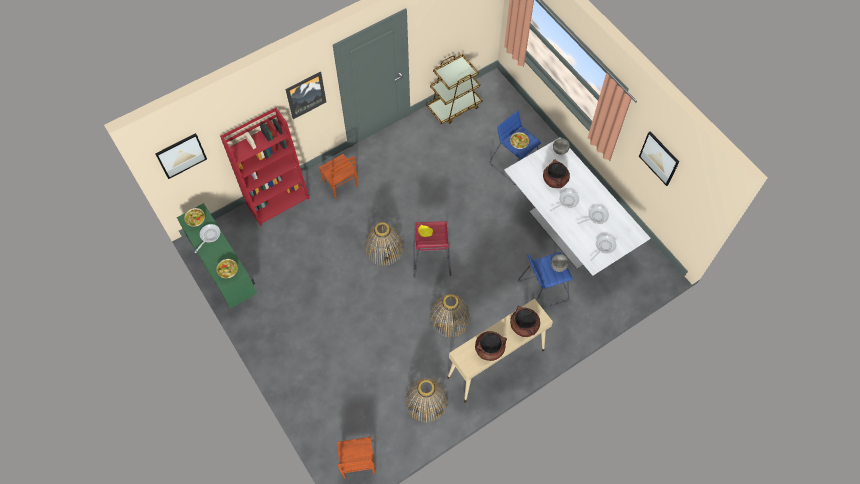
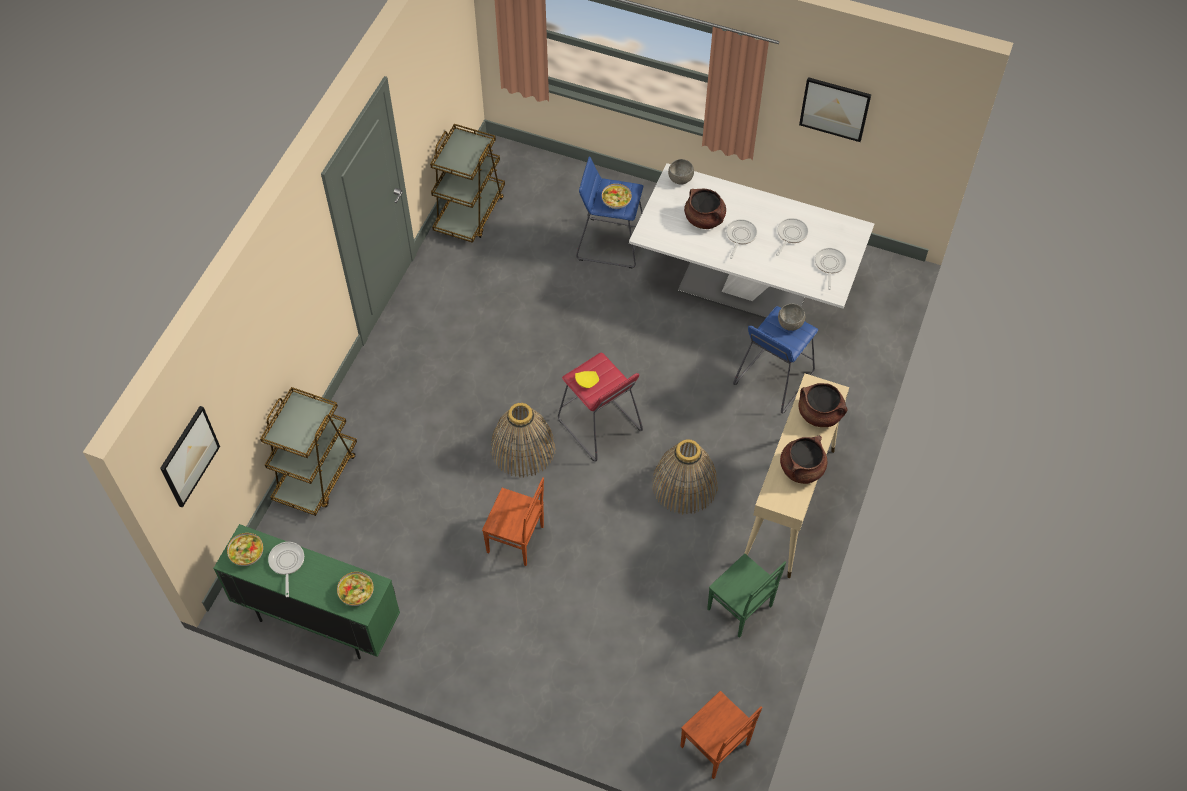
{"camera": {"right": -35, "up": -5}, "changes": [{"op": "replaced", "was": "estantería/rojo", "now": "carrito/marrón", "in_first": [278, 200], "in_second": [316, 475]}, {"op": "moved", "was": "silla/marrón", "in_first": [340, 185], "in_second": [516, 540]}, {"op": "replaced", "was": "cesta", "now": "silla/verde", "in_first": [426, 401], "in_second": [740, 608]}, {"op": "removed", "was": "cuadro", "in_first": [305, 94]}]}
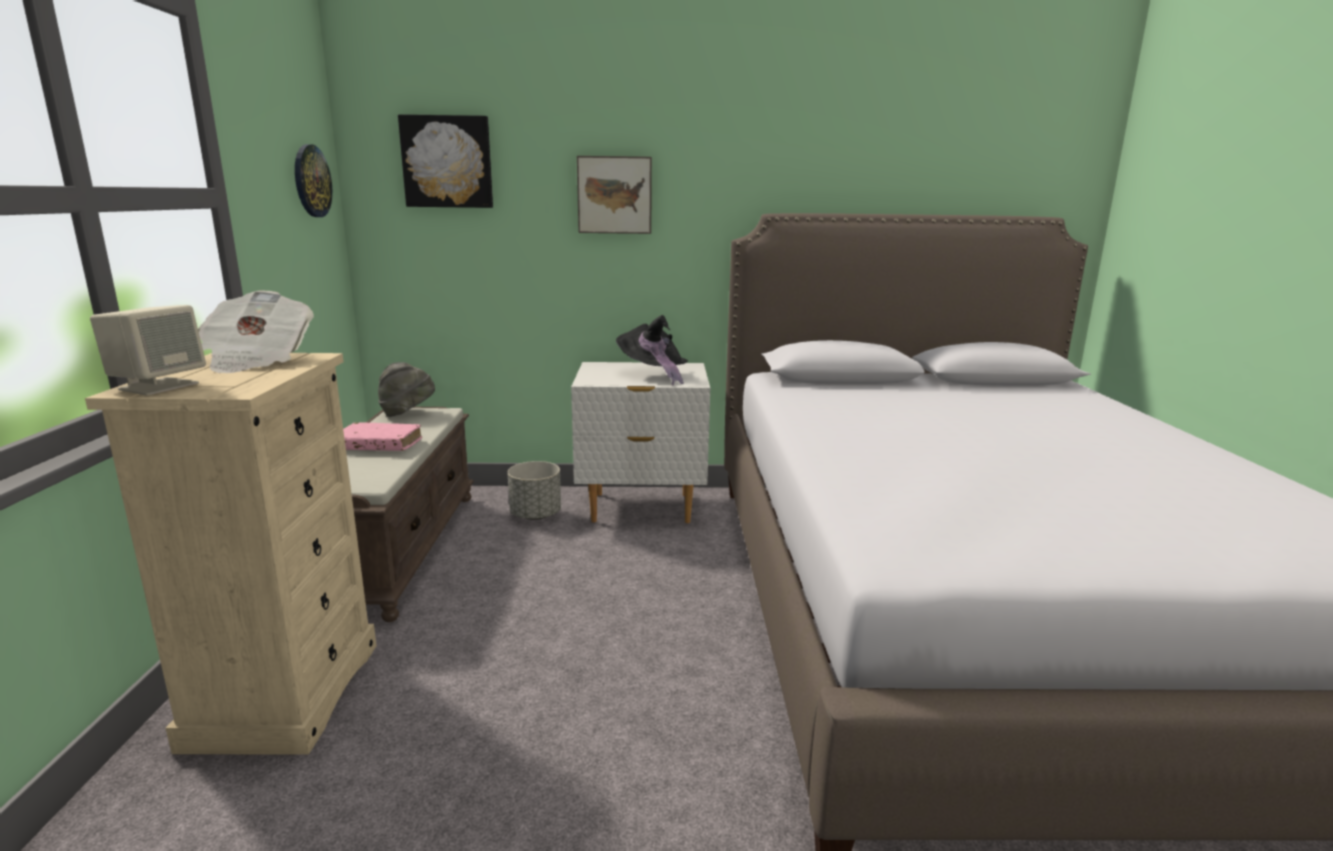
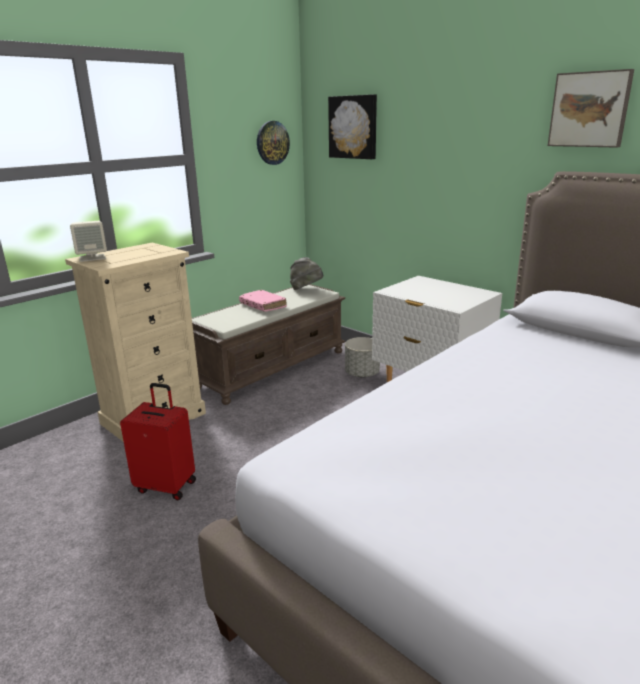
{"camera": {"right": 45, "up": 5}, "changes": [{"op": "added", "now": "maleta/rojo", "in_second": [167, 485]}, {"op": "moved", "was": "cuadro", "in_first": [615, 195], "in_second": [589, 109]}, {"op": "removed", "was": "periódico", "in_first": [257, 360]}, {"op": "removed", "was": "sombrero/negro", "in_first": [653, 374]}]}
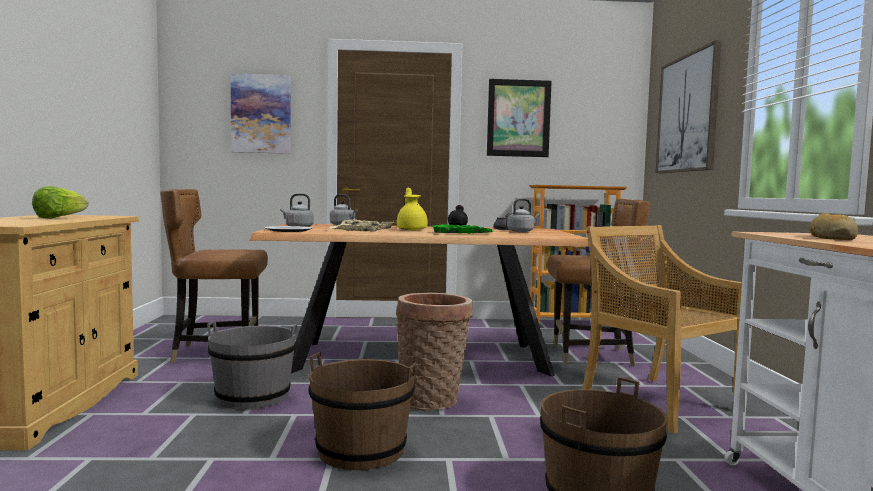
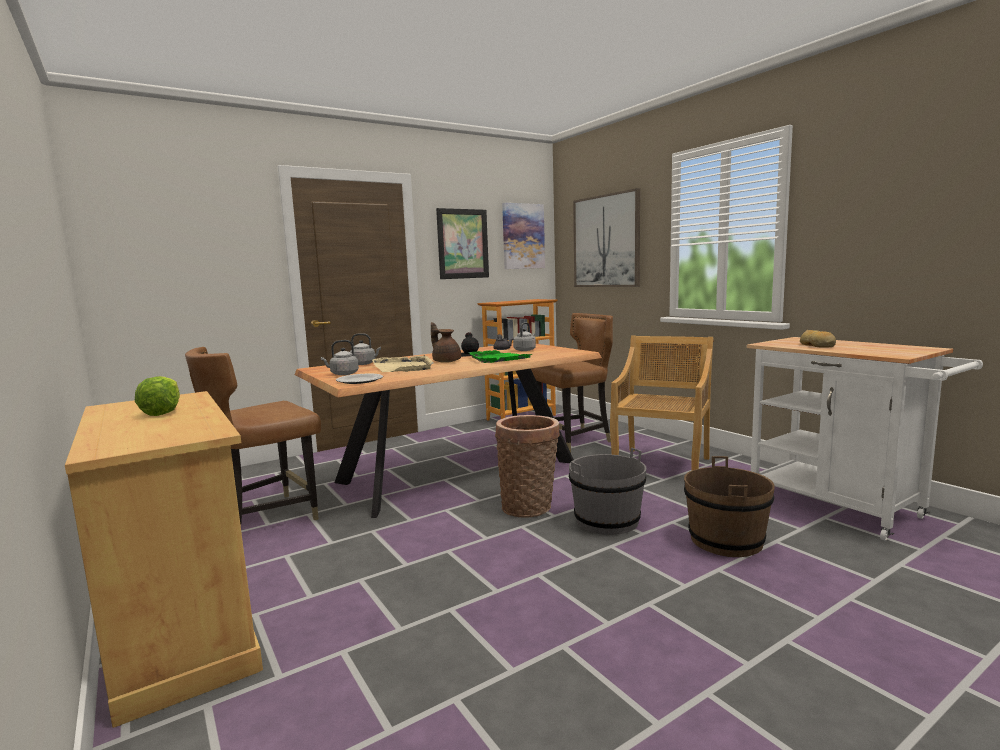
{"camera": {"right": -30, "up": 5}, "changes": [{"op": "recoloured", "was": "tetera/amarillo", "now": "tetera/marrón", "in_first": [412, 230], "in_second": [446, 361]}, {"op": "moved", "was": "cuadro", "in_first": [261, 114], "in_second": [523, 236]}, {"op": "moved", "was": "cubo/gris", "in_first": [253, 397], "in_second": [607, 520]}, {"op": "turned", "was": "silla/beis", "in_first": [658, 402], "in_second": [661, 465], "clockwise": 90}, {"op": "removed", "was": "cubo/marrón", "in_first": [361, 450]}]}
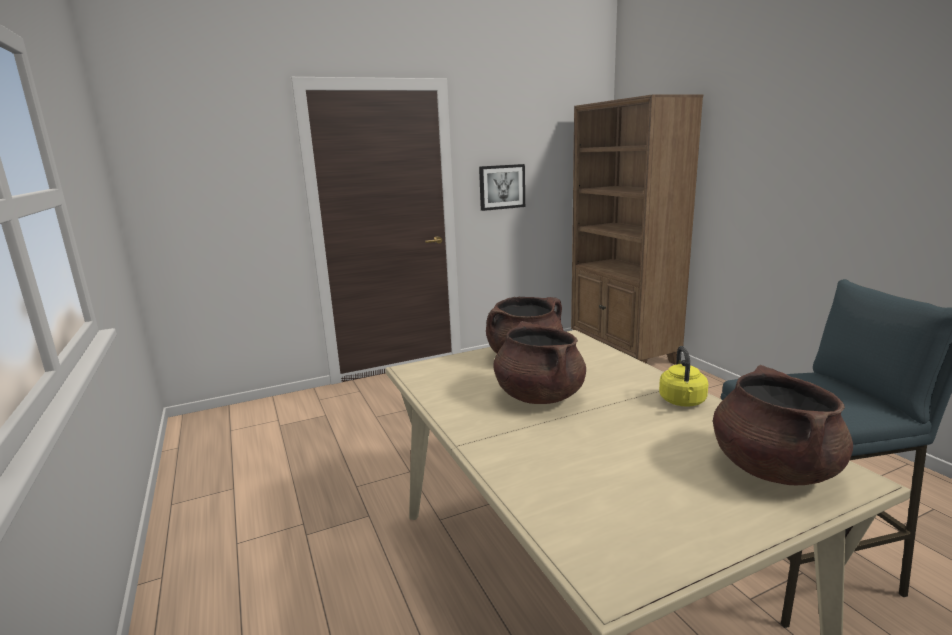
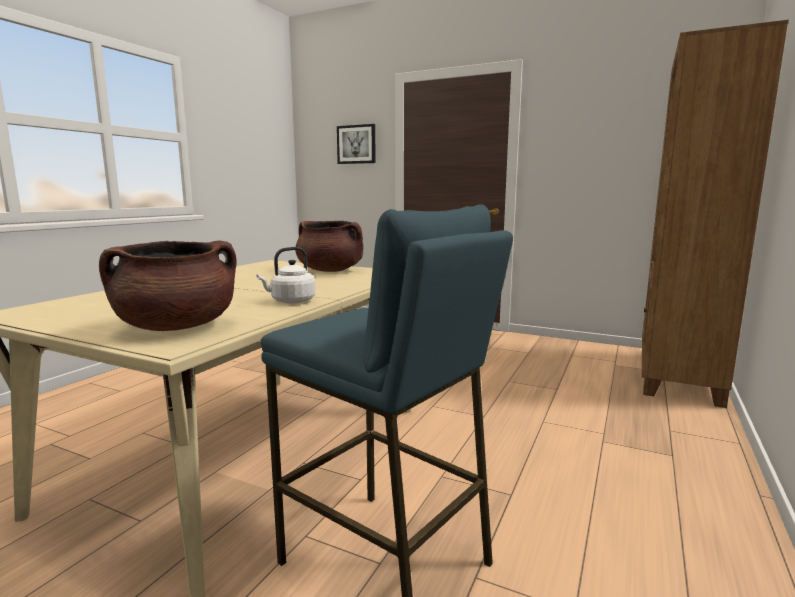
{"camera": {"right": 50, "up": -5}, "changes": [{"op": "recoloured", "was": "hervidor/amarillo", "now": "hervidor/blanco", "in_first": [682, 402], "in_second": [290, 301]}, {"op": "moved", "was": "cuadro", "in_first": [501, 187], "in_second": [356, 144]}, {"op": "removed", "was": "olla/marrón", "in_first": [538, 396]}]}
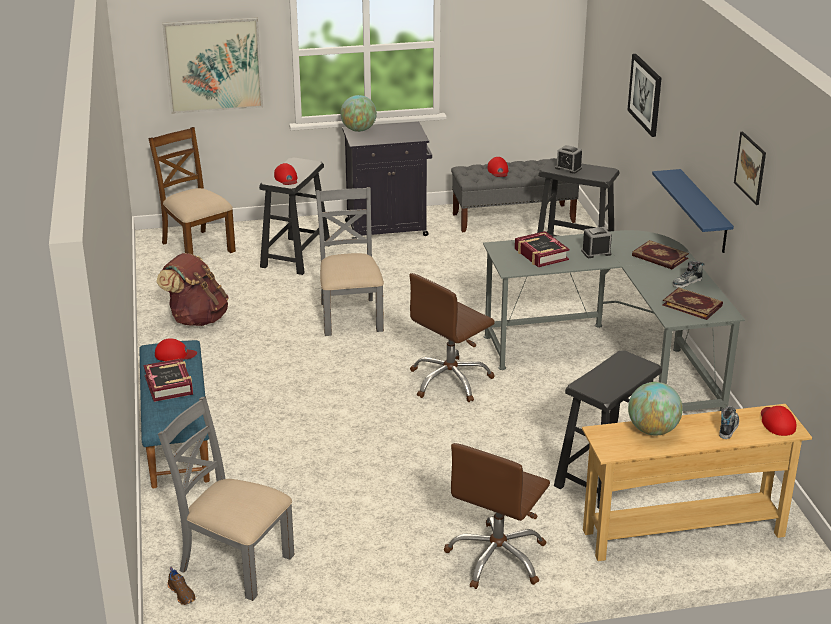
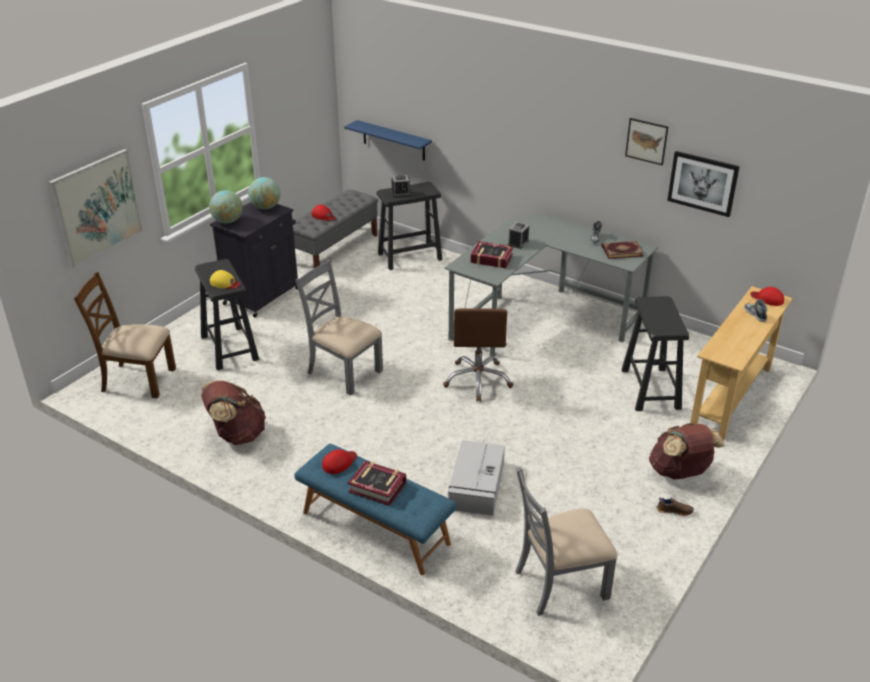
{"camera": {"right": -45, "up": 5}, "changes": [{"op": "recoloured", "was": "gorra/rojo", "now": "gorra/amarillo", "in_first": [286, 178], "in_second": [225, 283]}, {"op": "moved", "was": "globo terráqueo", "in_first": [653, 430], "in_second": [265, 207]}, {"op": "moved", "was": "estante/azul", "in_first": [704, 212], "in_second": [393, 140]}, {"op": "added", "now": "caja de almacenaje/gris", "in_second": [476, 486]}, {"op": "replaced", "was": "silla de oficina/marrón", "now": "mochila/marrón", "in_first": [497, 558], "in_second": [680, 473]}, {"op": "moved", "was": "zapato/marrón", "in_first": [182, 593], "in_second": [674, 510]}, {"op": "moved", "was": "cuadro", "in_first": [645, 94], "in_second": [703, 183]}, {"op": "removed", "was": "libro", "in_first": [659, 257]}]}
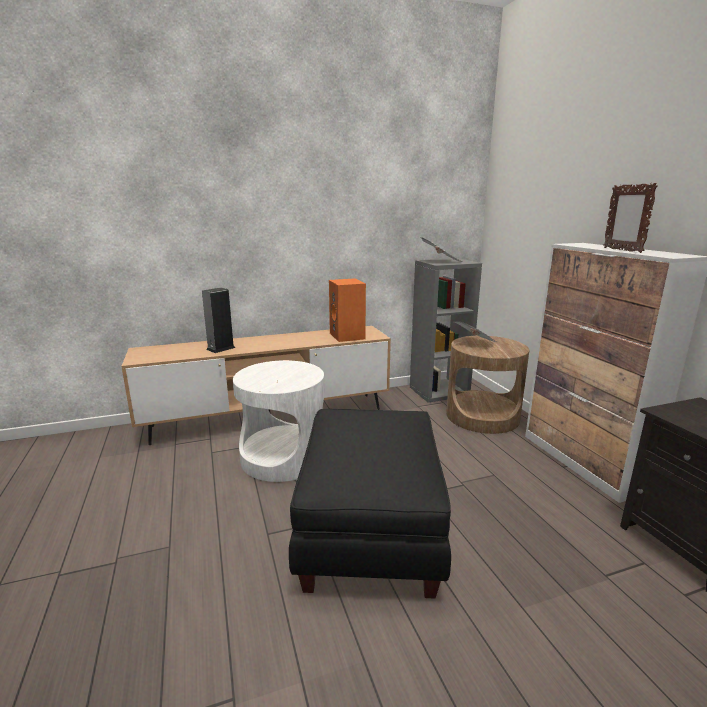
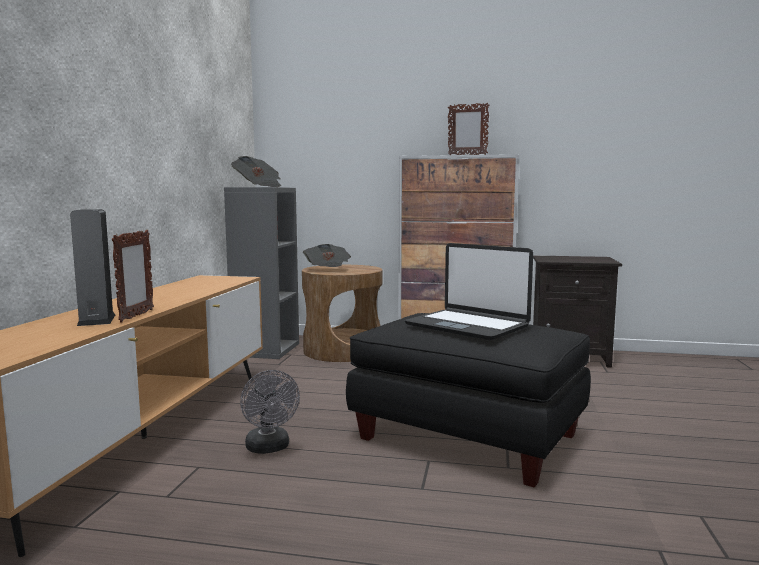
{"camera": {"right": -60, "up": -10}, "changes": [{"op": "added", "now": "portarretratos", "in_second": [136, 316]}, {"op": "replaced", "was": "mesa auxiliar/blanco", "now": "ventilador/gris", "in_first": [284, 457], "in_second": [269, 448]}, {"op": "added", "now": "portátil", "in_second": [467, 326]}, {"op": "removed", "was": "altavoz/naranja", "in_first": [348, 336]}]}
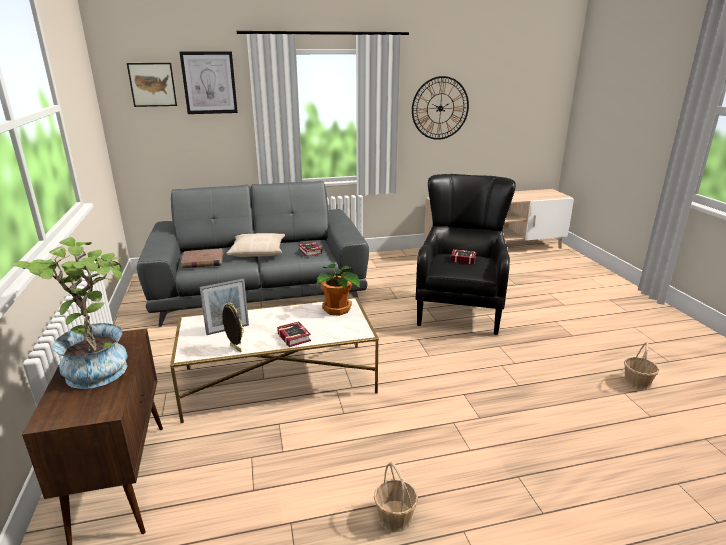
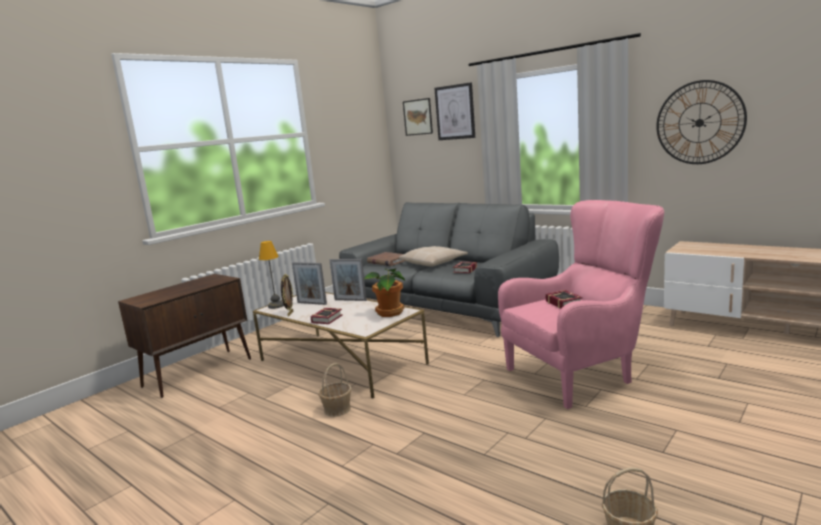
{"camera": {"right": 55, "up": -10}, "changes": [{"op": "added", "now": "lámpara de mesa", "in_second": [276, 306]}, {"op": "moved", "was": "cesta", "in_first": [395, 517], "in_second": [337, 409]}, {"op": "added", "now": "portarretratos", "in_second": [350, 300]}, {"op": "recoloured", "was": "sillón/negro", "now": "sillón/rosa", "in_first": [459, 308], "in_second": [583, 373]}, {"op": "removed", "was": "planta en maceta", "in_first": [100, 366]}]}
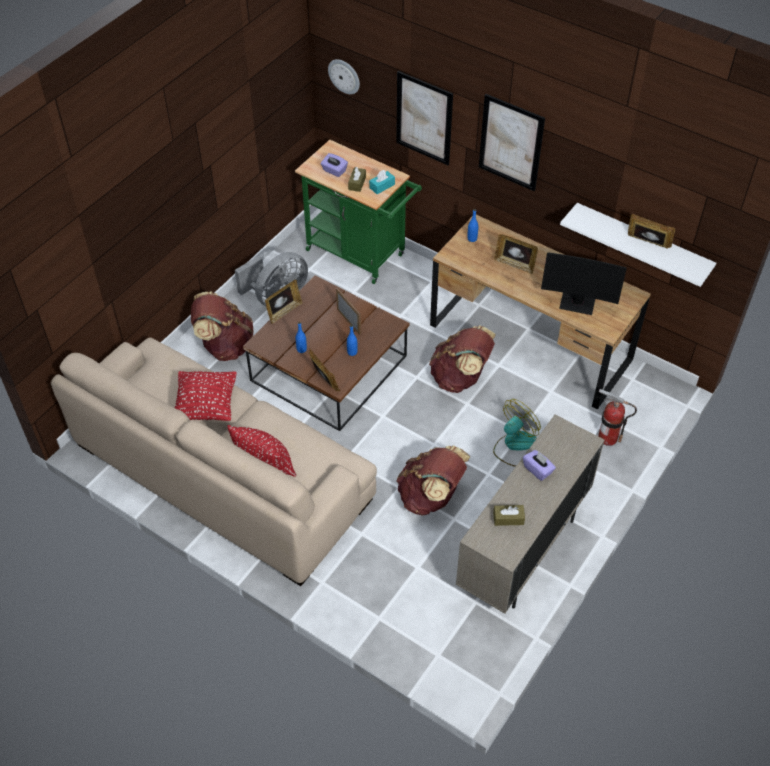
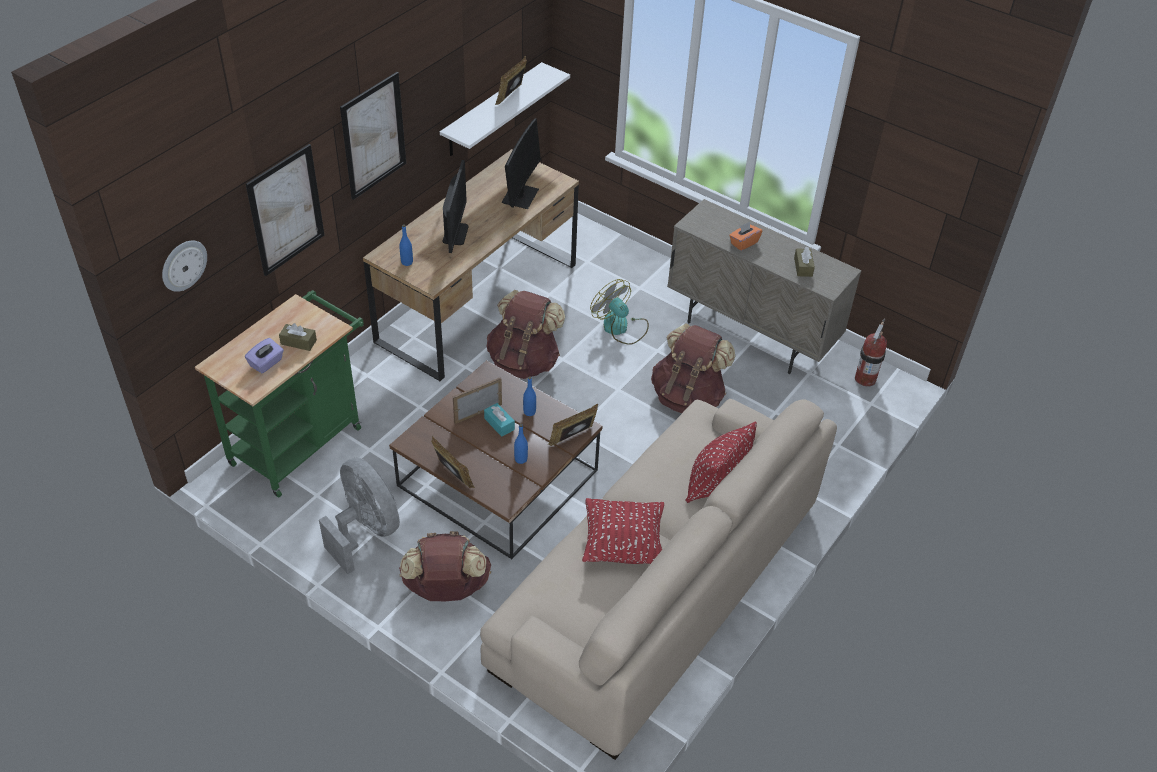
{"camera": {"right": -90, "up": -5}, "changes": [{"op": "replaced", "was": "portarretratos", "now": "monitor", "in_first": [514, 264], "in_second": [455, 234]}, {"op": "moved", "was": "caja de pañuelos/turquesa", "in_first": [382, 186], "in_second": [499, 424]}, {"op": "recoloured", "was": "caja de pañuelos/morado", "now": "caja de pañuelos/naranja", "in_first": [538, 470], "in_second": [744, 243]}, {"op": "moved", "was": "extintor", "in_first": [607, 437], "in_second": [865, 378]}]}
